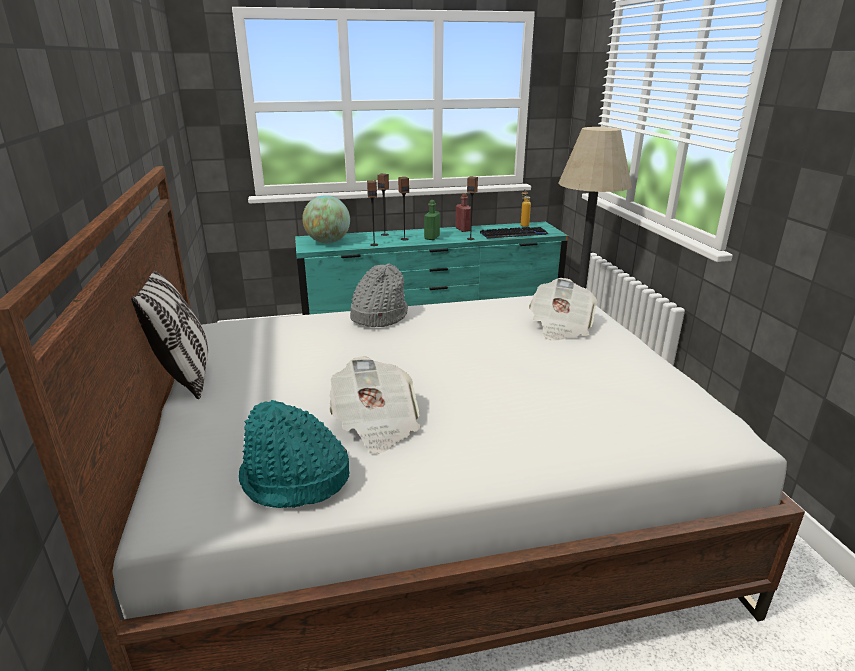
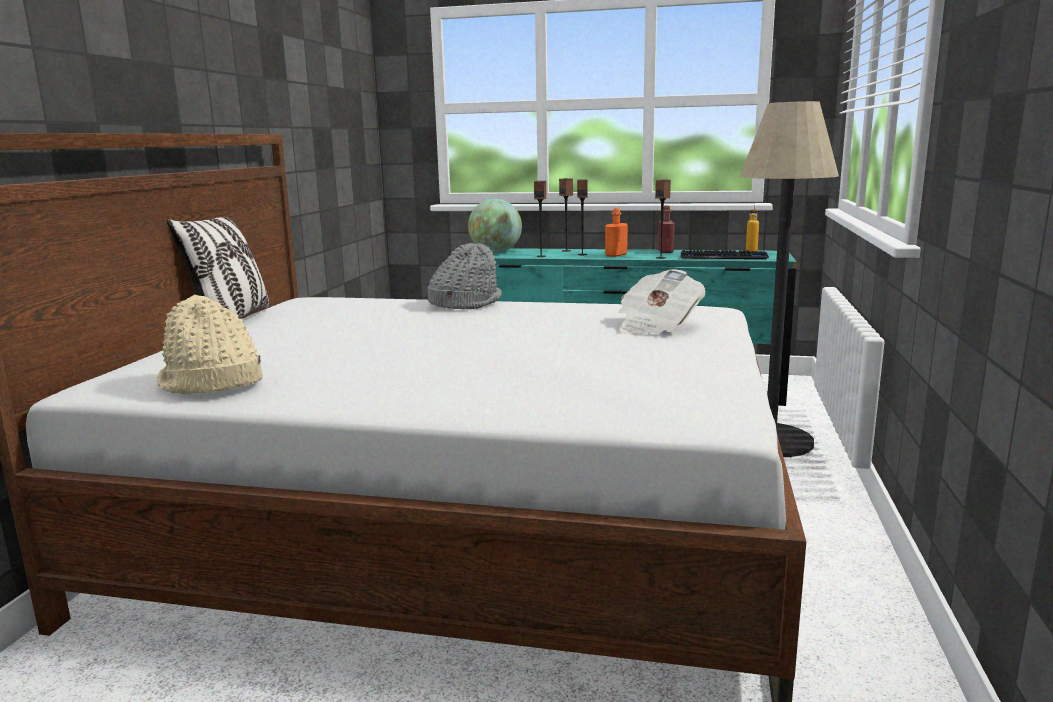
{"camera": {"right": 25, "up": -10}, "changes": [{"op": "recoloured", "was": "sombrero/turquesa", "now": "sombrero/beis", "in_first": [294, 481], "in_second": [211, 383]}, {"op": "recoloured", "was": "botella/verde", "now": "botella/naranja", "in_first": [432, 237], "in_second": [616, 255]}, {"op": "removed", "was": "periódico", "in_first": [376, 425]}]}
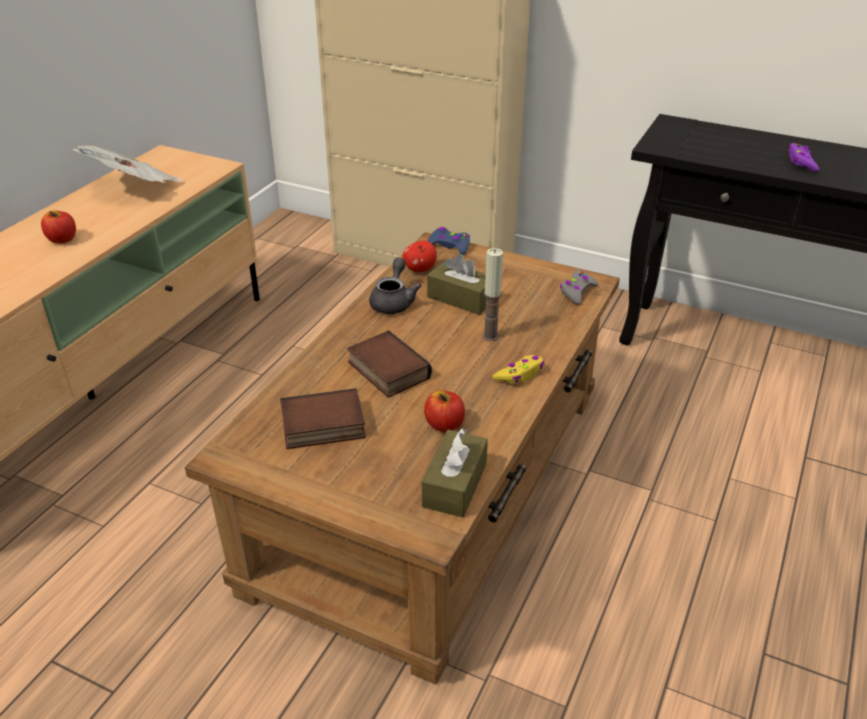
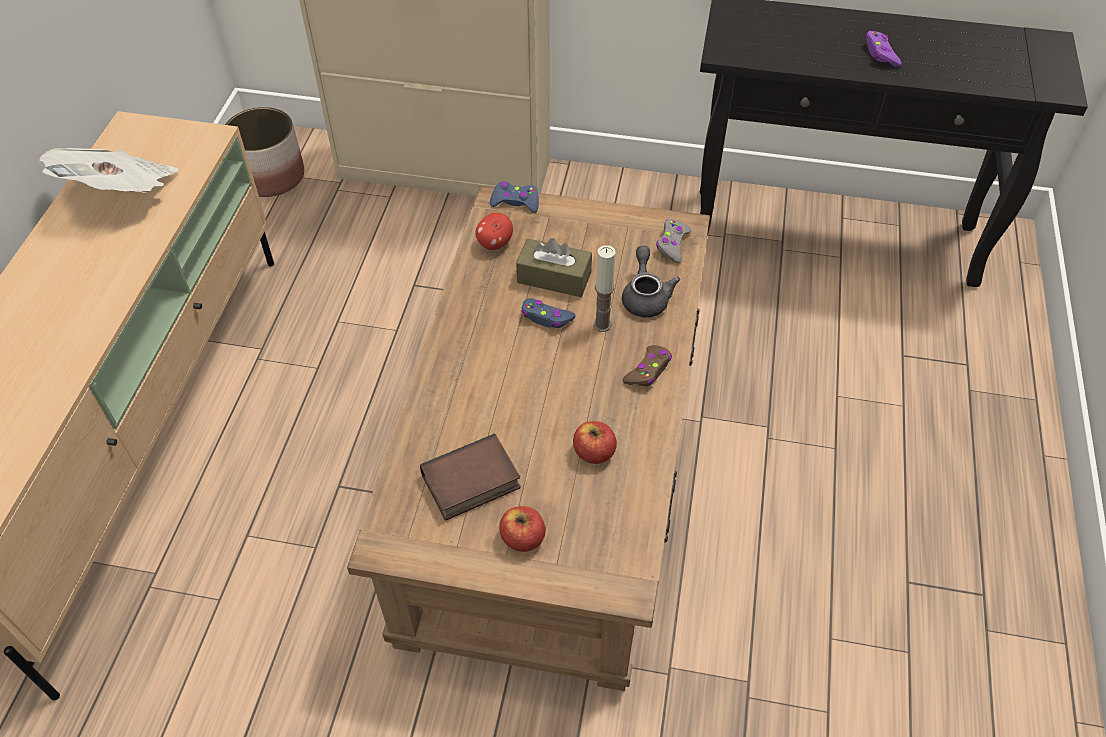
{"camera": {"right": -15, "up": 15}, "changes": [{"op": "added", "now": "maceta", "in_second": [271, 176]}, {"op": "moved", "was": "manzana", "in_first": [62, 239], "in_second": [523, 538]}, {"op": "added", "now": "mando de consola/azul", "in_second": [546, 318]}, {"op": "moved", "was": "tetera/gris", "in_first": [394, 301], "in_second": [645, 296]}, {"op": "recoloured", "was": "mando de consola/amarillo", "now": "mando de consola/marrón", "in_first": [520, 374], "in_second": [648, 371]}, {"op": "removed", "was": "libro", "in_first": [386, 370]}, {"op": "removed", "was": "caja de pañuelos/marrón", "in_first": [455, 485]}]}
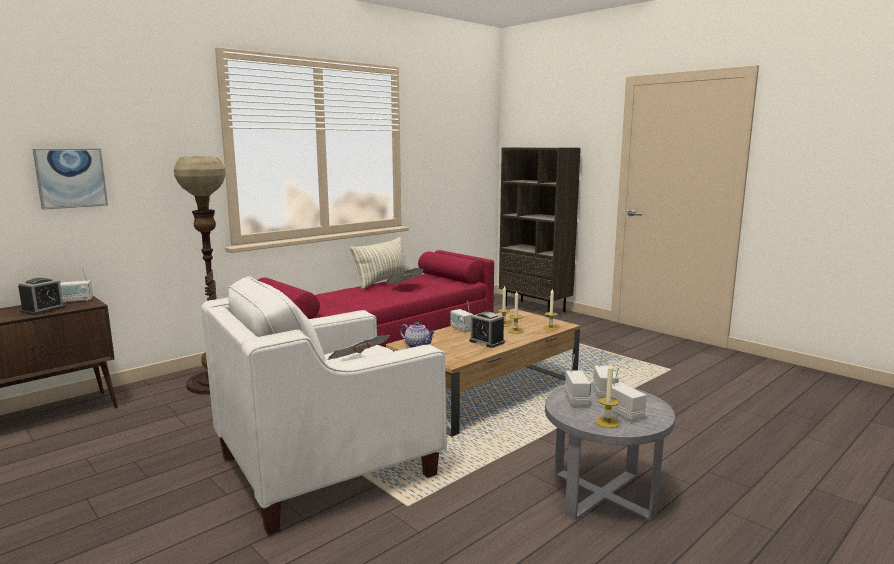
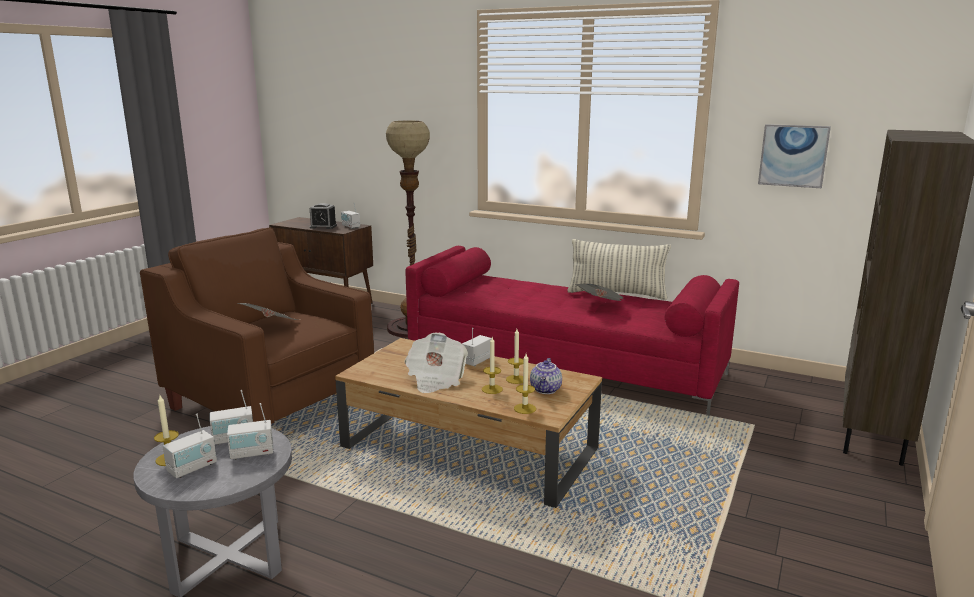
{"camera": {"right": 70, "up": 5}, "changes": [{"op": "recoloured", "was": "sillón/blanco", "now": "sillón/marrón", "in_first": [326, 466], "in_second": [271, 404]}, {"op": "replaced", "was": "despertador", "now": "periódico", "in_first": [487, 342], "in_second": [435, 379]}, {"op": "moved", "was": "tetera", "in_first": [418, 346], "in_second": [546, 390]}, {"op": "moved", "was": "cuadro", "in_first": [71, 178], "in_second": [793, 155]}]}
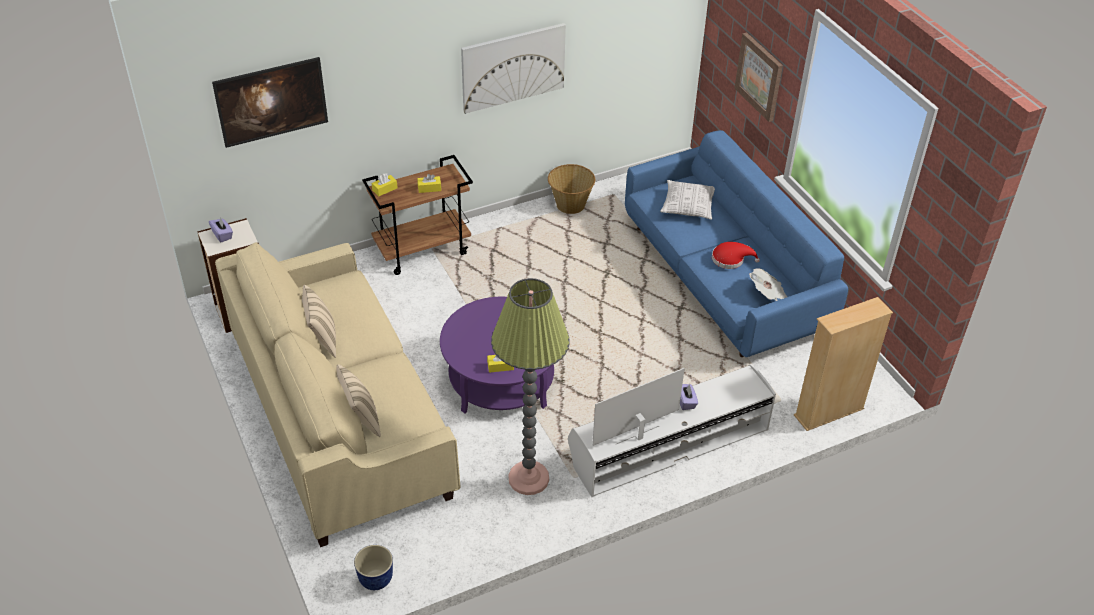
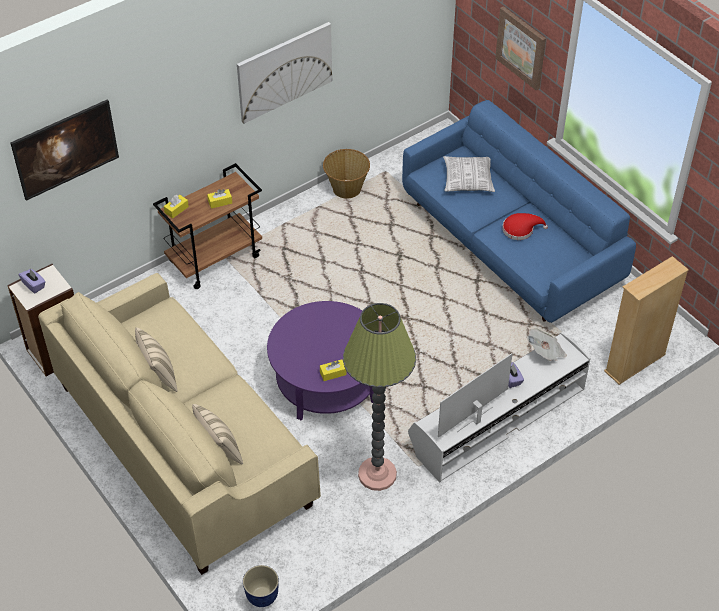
{"camera": {"right": -10, "up": 5}, "changes": [{"op": "moved", "was": "periódico", "in_first": [767, 294], "in_second": [545, 352]}]}
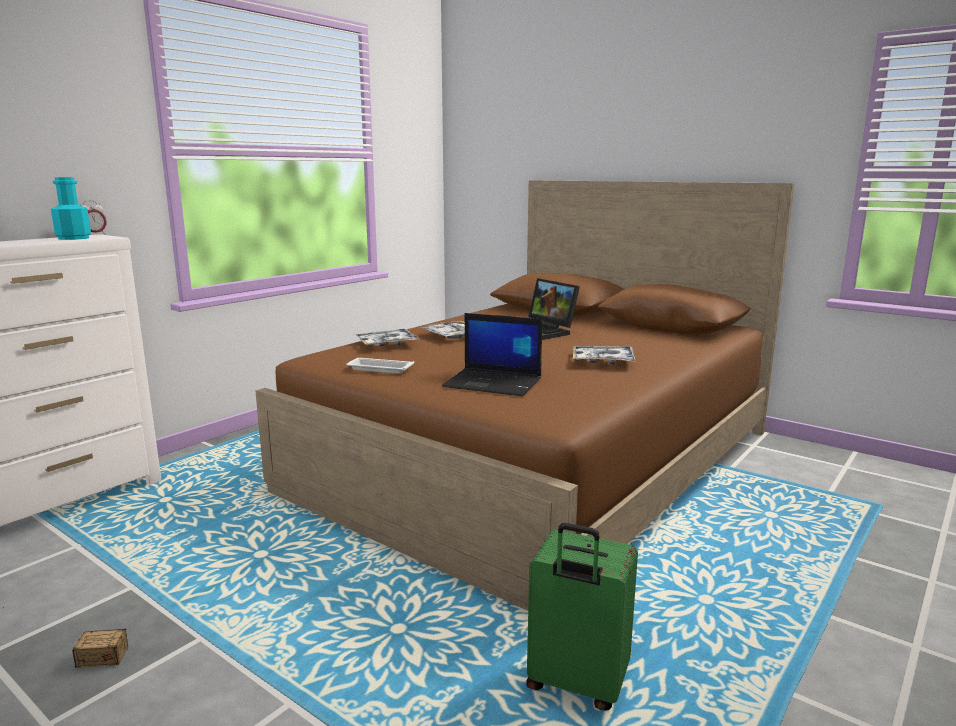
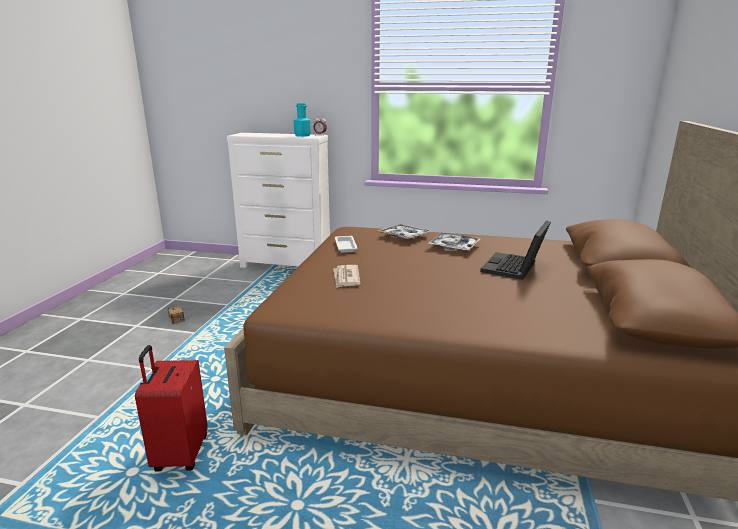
{"camera": {"right": 65, "up": 5}, "changes": [{"op": "recoloured", "was": "maleta/verde", "now": "maleta/rojo", "in_first": [576, 684], "in_second": [179, 454]}, {"op": "replaced", "was": "portátil", "now": "periódico", "in_first": [494, 383], "in_second": [346, 278]}, {"op": "removed", "was": "bandeja", "in_first": [603, 361]}]}
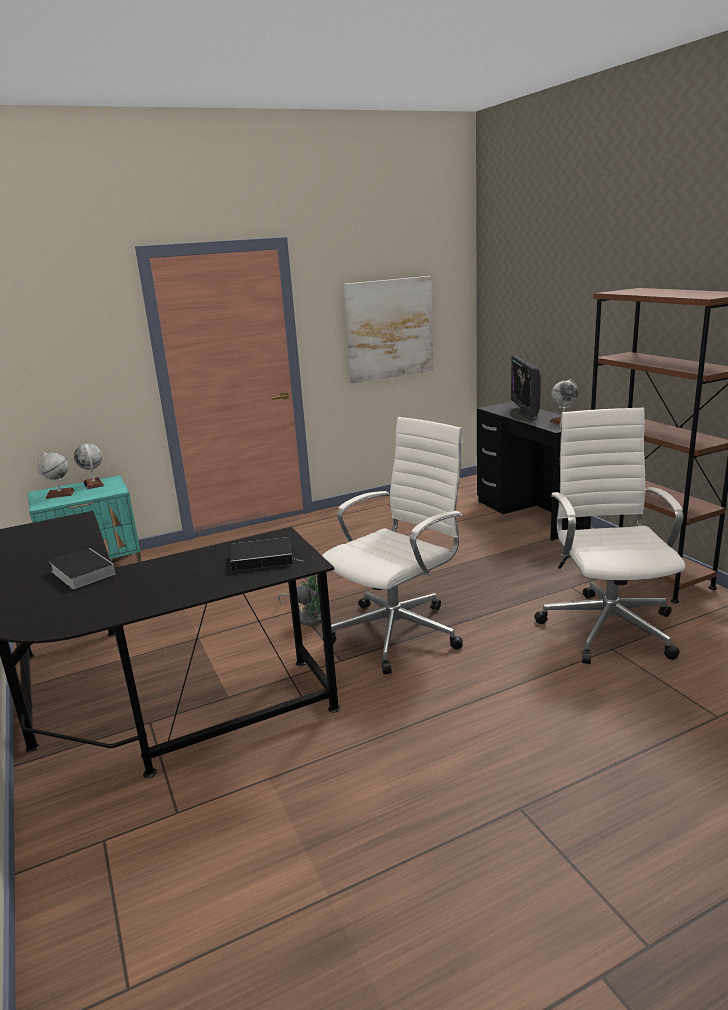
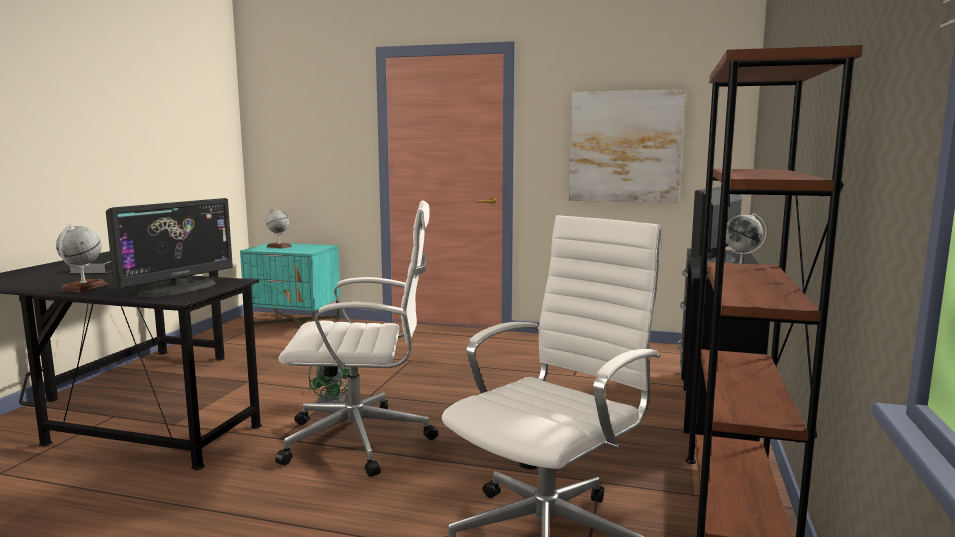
{"camera": {"right": 40, "up": -10}, "changes": [{"op": "moved", "was": "globo terráqueo", "in_first": [94, 484], "in_second": [83, 287]}, {"op": "replaced", "was": "libro", "now": "monitor", "in_first": [264, 558], "in_second": [178, 288]}]}
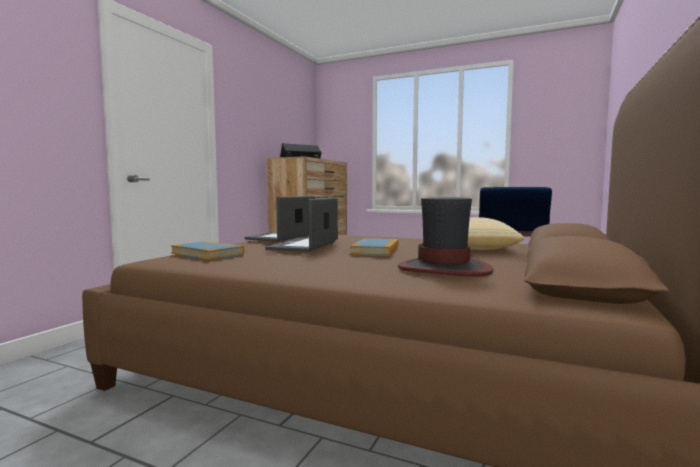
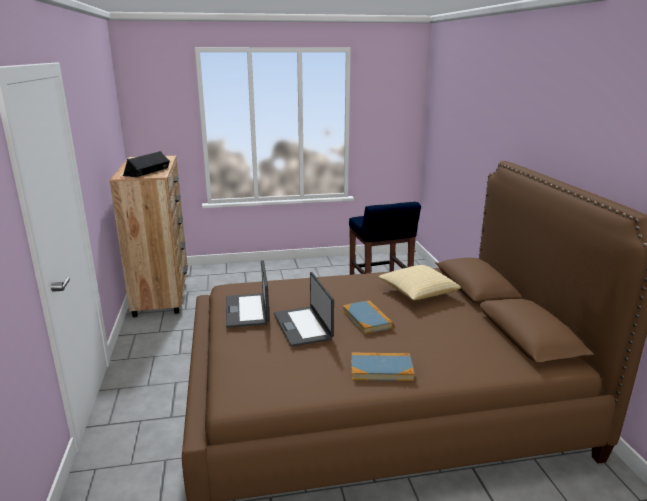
{"camera": {"right": -35, "up": 15}, "changes": [{"op": "moved", "was": "libro", "in_first": [207, 254], "in_second": [381, 369]}, {"op": "removed", "was": "sombrero", "in_first": [445, 269]}]}
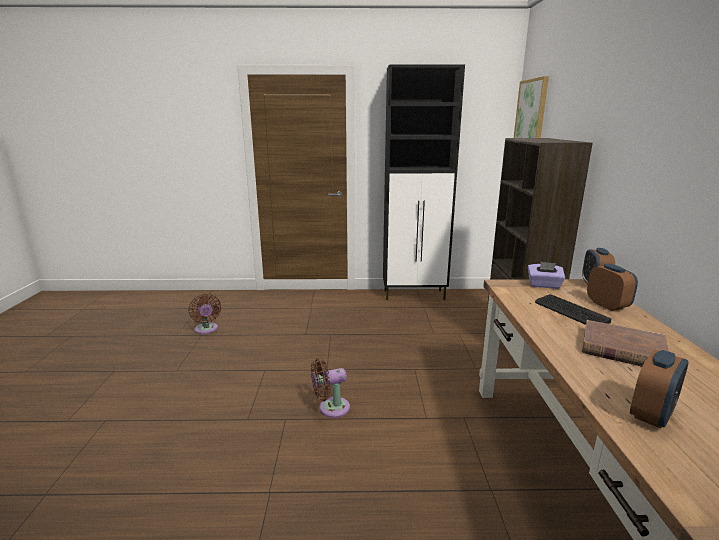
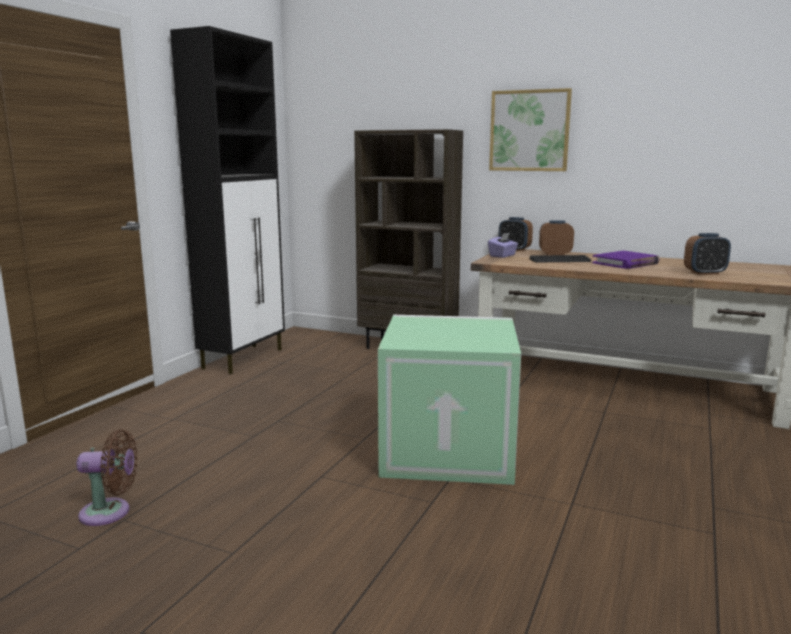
{"camera": {"right": -65, "up": -5}, "changes": [{"op": "replaced", "was": "ventilador/marrón", "now": "caja de almacenaje/verde", "in_first": [331, 408], "in_second": [450, 450]}, {"op": "moved", "was": "cuadro", "in_first": [531, 112], "in_second": [529, 131]}, {"op": "recoloured", "was": "libro/marrón", "now": "libro/morado", "in_first": [622, 349], "in_second": [625, 263]}, {"op": "turned", "was": "despertador", "in_first": [652, 414], "in_second": [704, 273], "clockwise": 105}]}
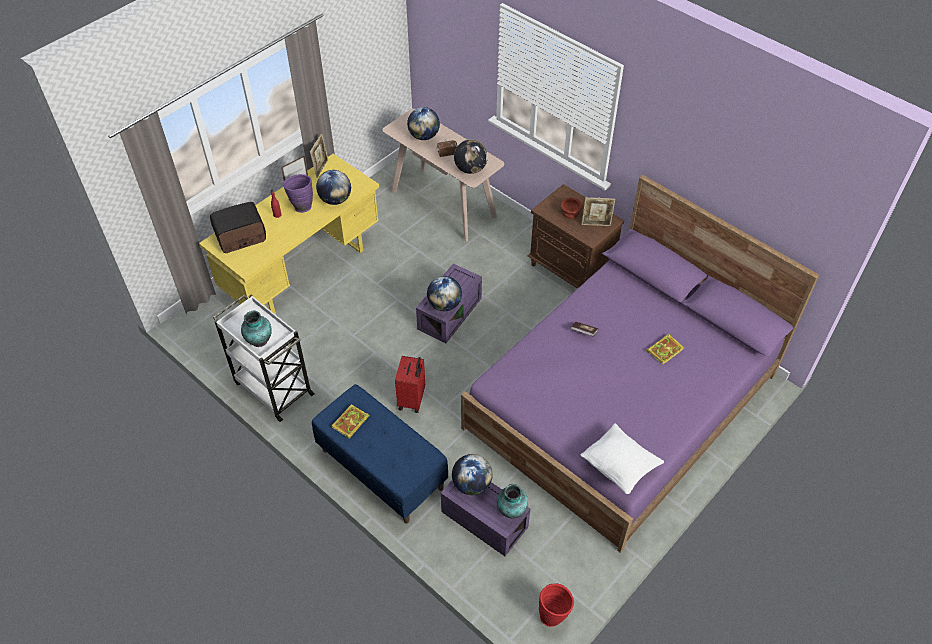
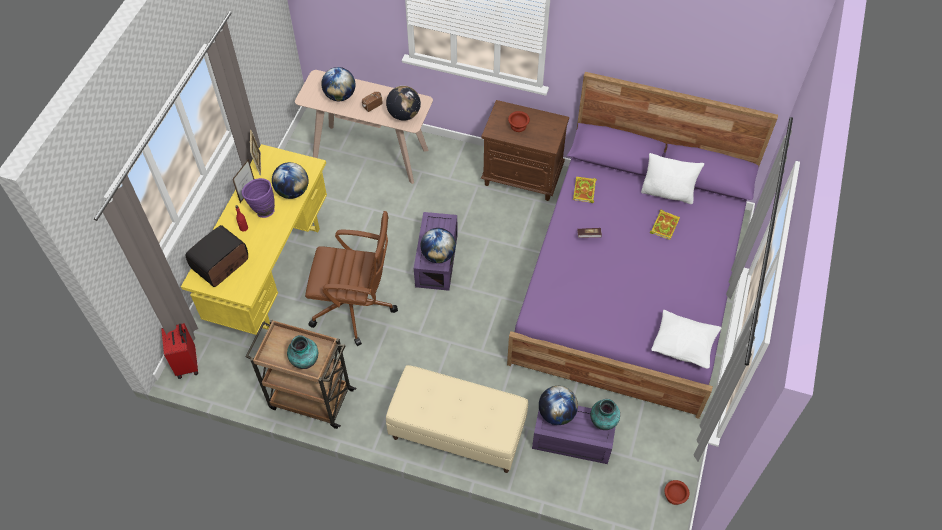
{"camera": {"right": -25, "up": 5}, "changes": [{"op": "moved", "was": "maleta/rojo", "in_first": [412, 399], "in_second": [188, 363]}, {"op": "recoloured", "was": "carrito/blanco", "now": "carrito/marrón", "in_first": [272, 388], "in_second": [310, 398]}, {"op": "added", "now": "silla de oficina/marrón", "in_second": [355, 307]}, {"op": "recoloured", "was": "banco/azul", "now": "banco/beis", "in_first": [381, 469], "in_second": [457, 433]}, {"op": "moved", "was": "libro", "in_first": [350, 423], "in_second": [584, 191]}, {"op": "added", "now": "cojín/blanco", "in_second": [668, 193]}, {"op": "replaced", "was": "florero/rojo", "now": "cuenco/marrón", "in_first": [553, 614], "in_second": [674, 495]}, {"op": "removed", "was": "portarretratos", "in_first": [596, 224]}]}
